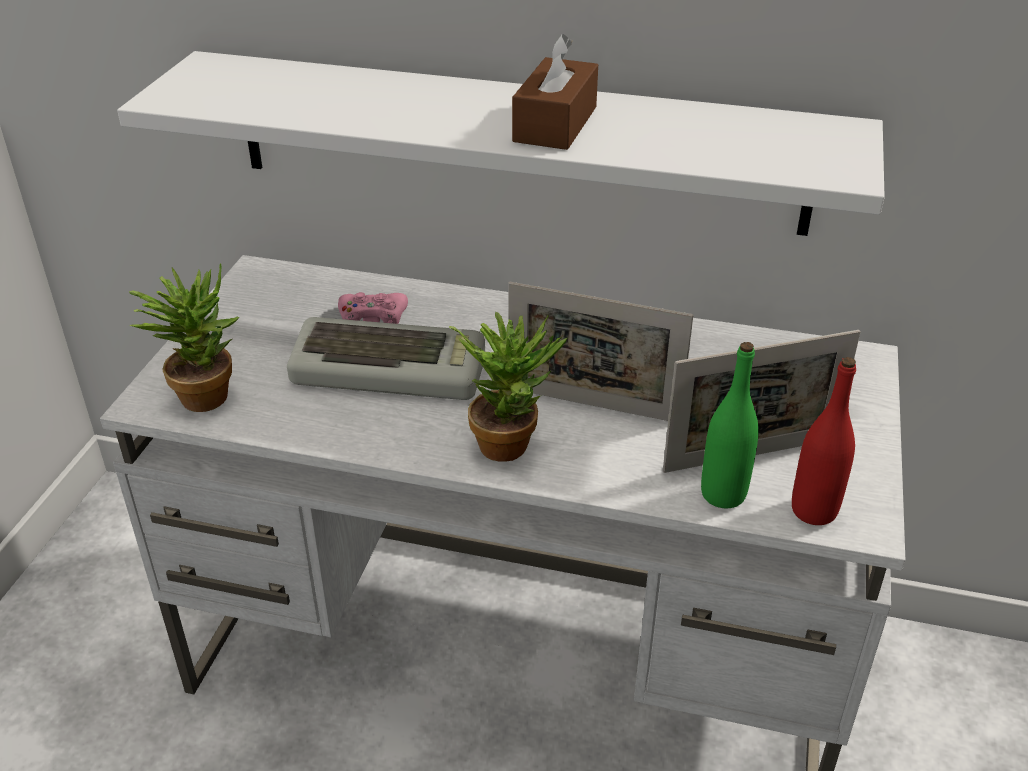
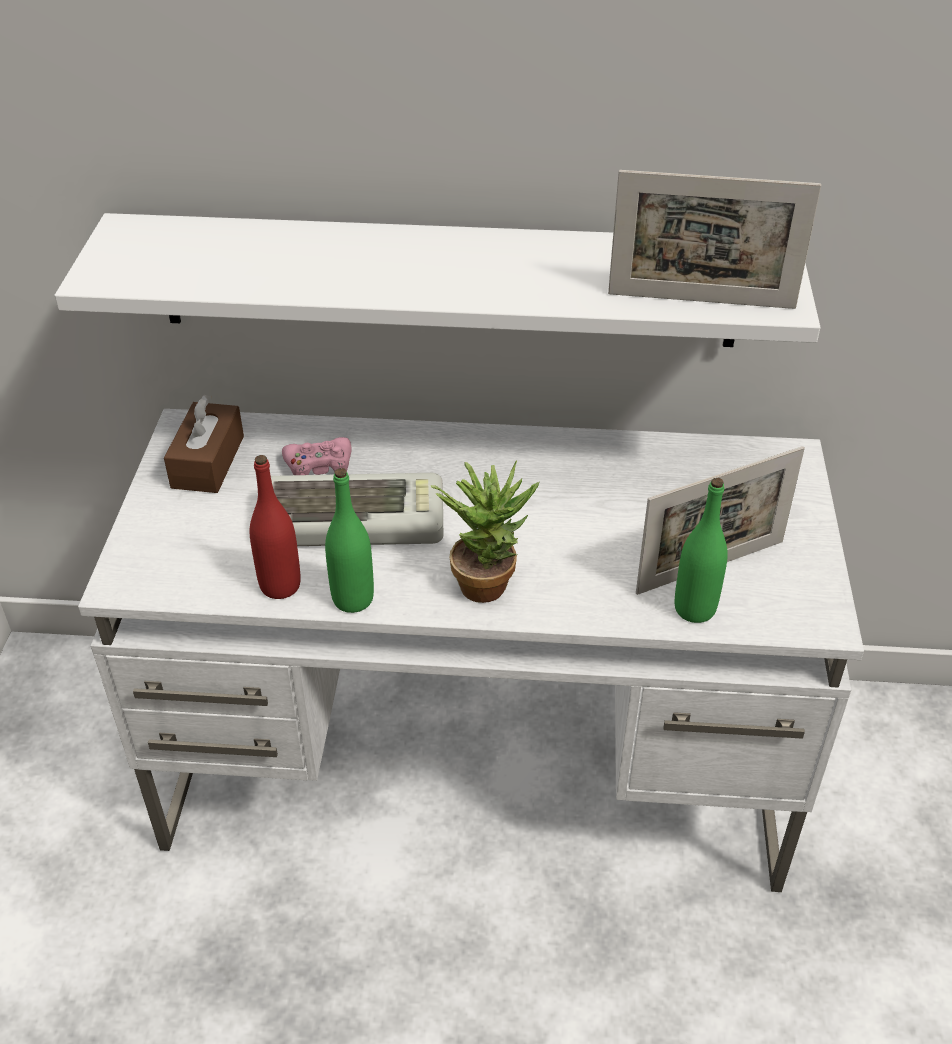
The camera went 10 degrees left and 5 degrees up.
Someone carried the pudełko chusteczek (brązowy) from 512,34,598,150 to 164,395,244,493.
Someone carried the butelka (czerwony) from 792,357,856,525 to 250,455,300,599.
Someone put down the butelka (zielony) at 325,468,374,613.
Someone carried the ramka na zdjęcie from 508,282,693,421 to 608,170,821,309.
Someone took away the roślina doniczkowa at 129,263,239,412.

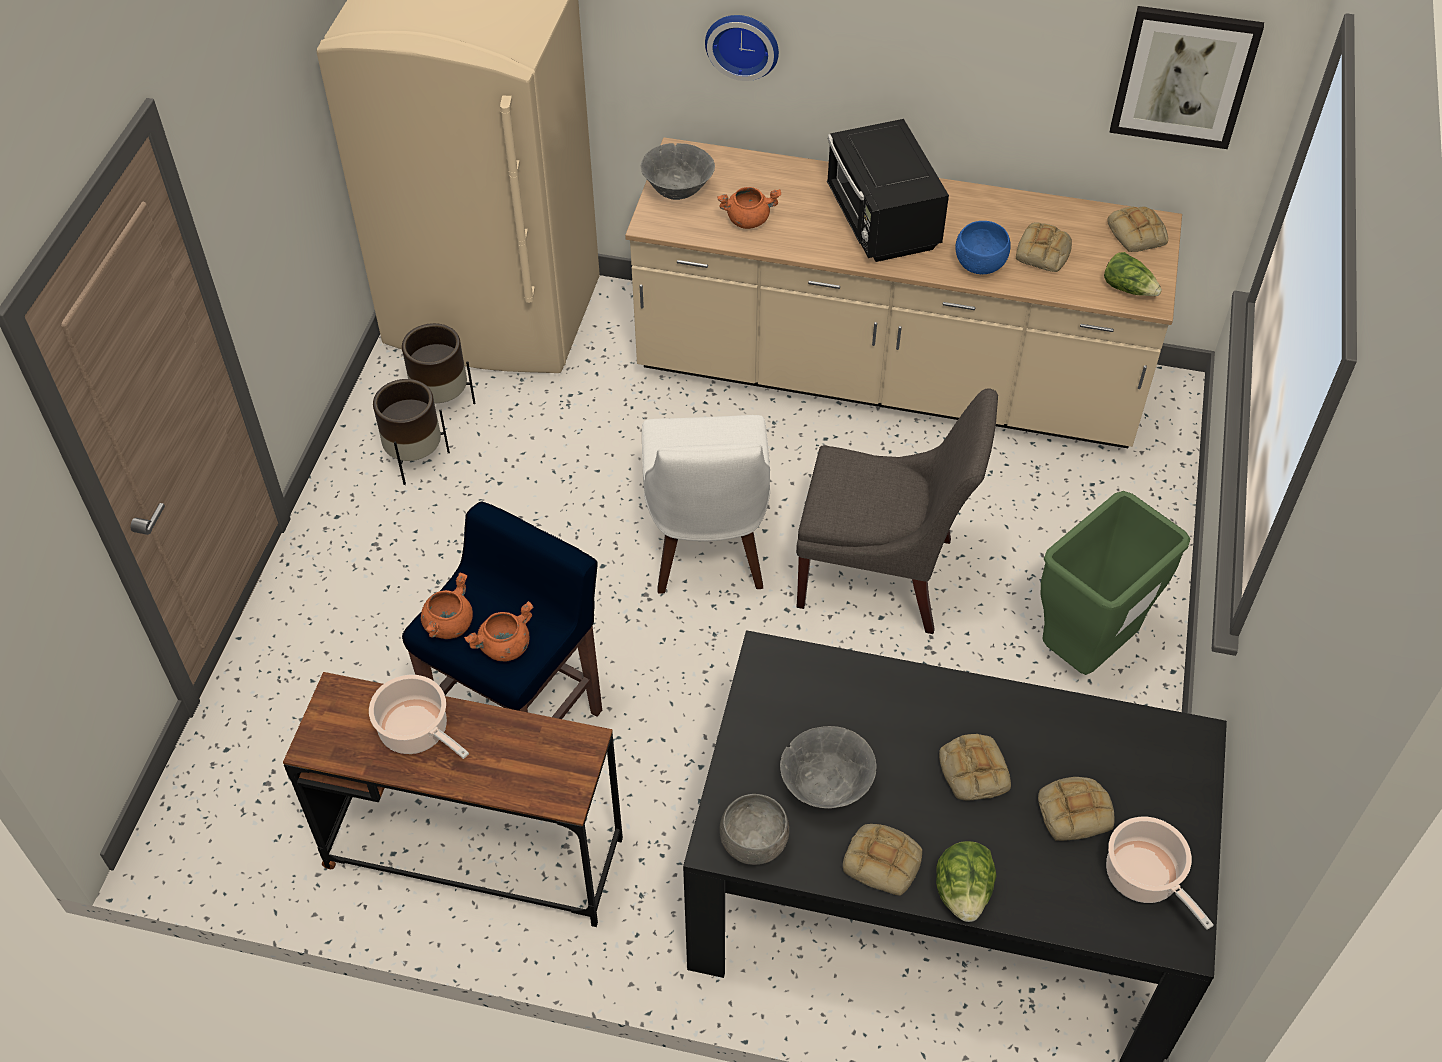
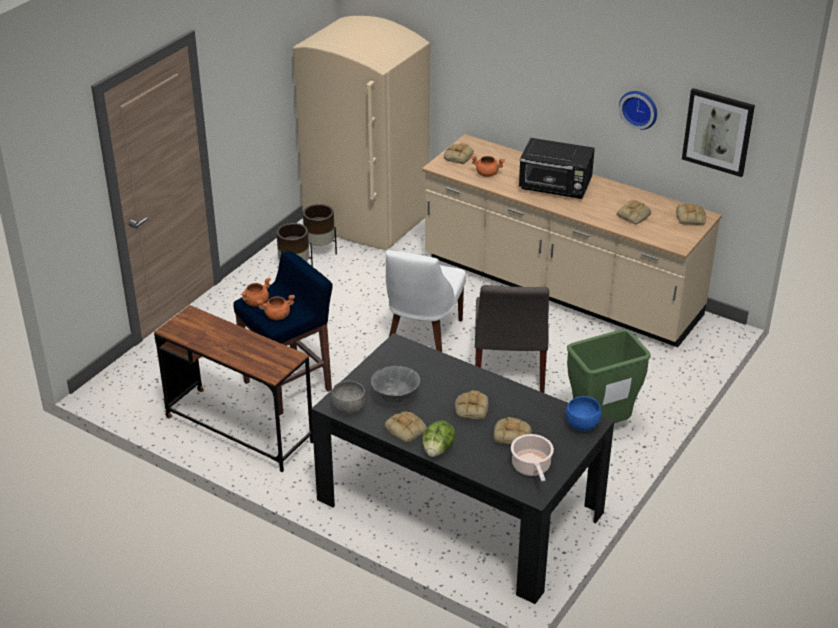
The camera went 20 degrees right and 15 degrees down.
Someone swapped the miska (szary) at 641,143,715,200 for the chleb at 444,143,474,164.
Someone rotated the krzesło (szary) at 796,388,998,634 by 60 degrees clockwise.
Someone rotated the mikrofalówka (czarny) at 827,119,949,262 by 75 degrees counterclockwise.
Someone carried the miska (niebieski) from 955,221,1011,274 to 566,396,602,431.
Someone carried the zegar ścienny from 705,15,779,81 to 619,91,657,130.
Someone took away the garnek at 369,675,469,759.
Someone took away the sałata at 1104,252,1162,296.

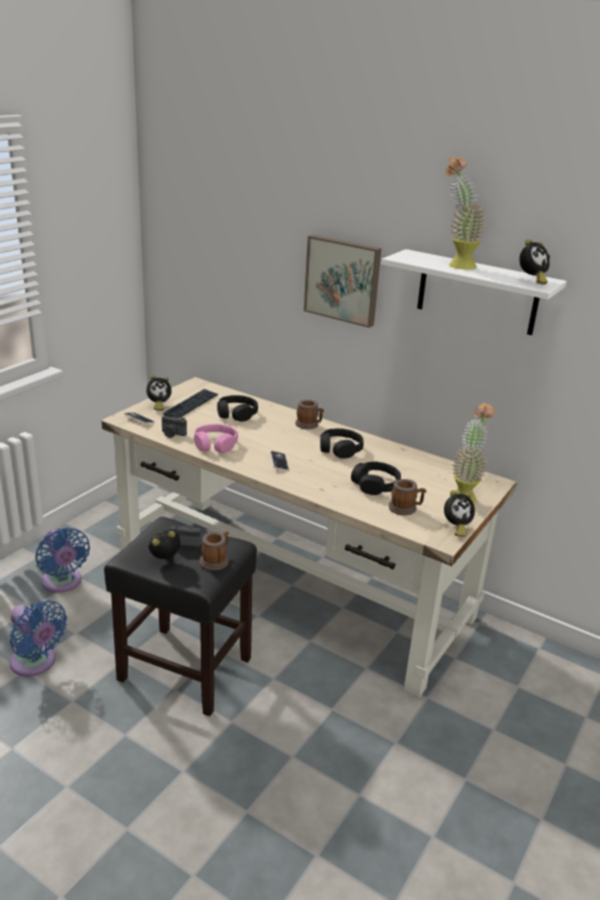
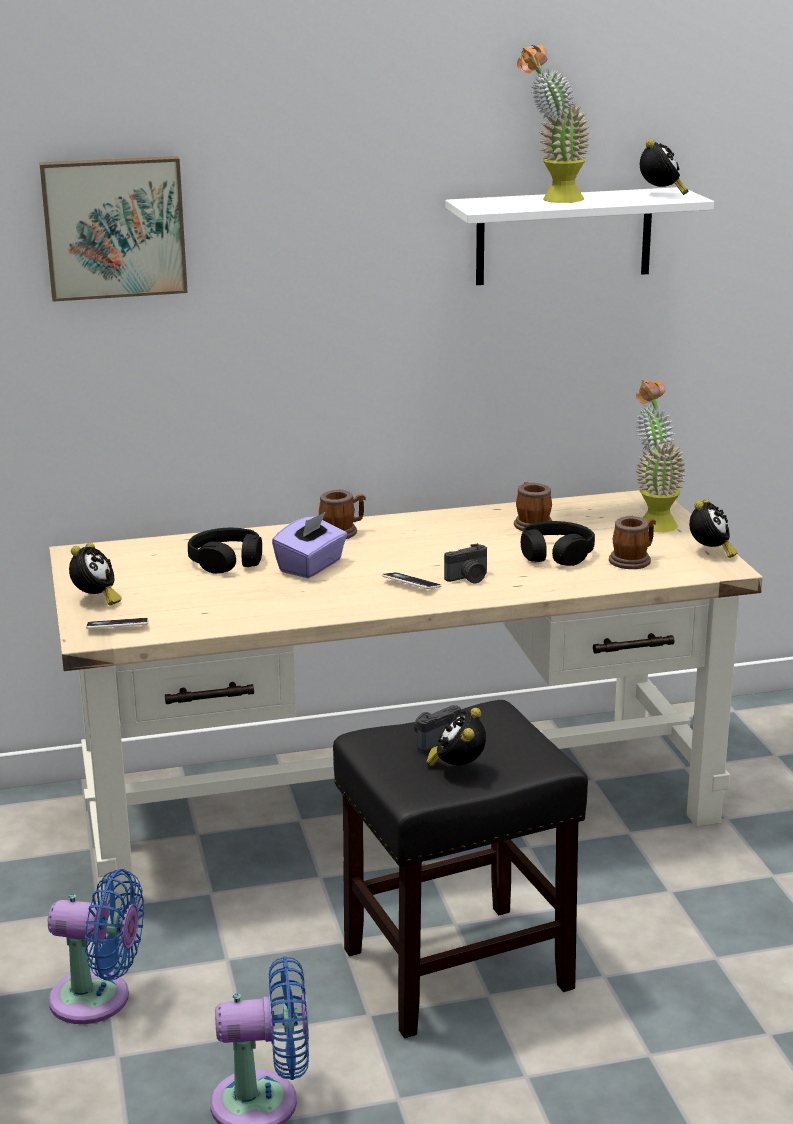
The camera went 45 degrees left and 5 degrees down.
Someone carried the obraz from 304,235,382,328 to 39,156,188,302.
Someone put down the pudełko chusteczek (fioletowy) at 272,512,347,578.
Someone carried the aparat fotograficzny from 162,416,187,438 to 444,543,487,584.
Someone carried the kubek from 199,531,229,571 to 514,482,552,531.
Someone took away the klawiatura at 163,389,218,418.
Someone took away the słuchawki (różowy) at 194,424,238,453.
Someone took away the słuchawki (czarny) at 320,428,364,459.

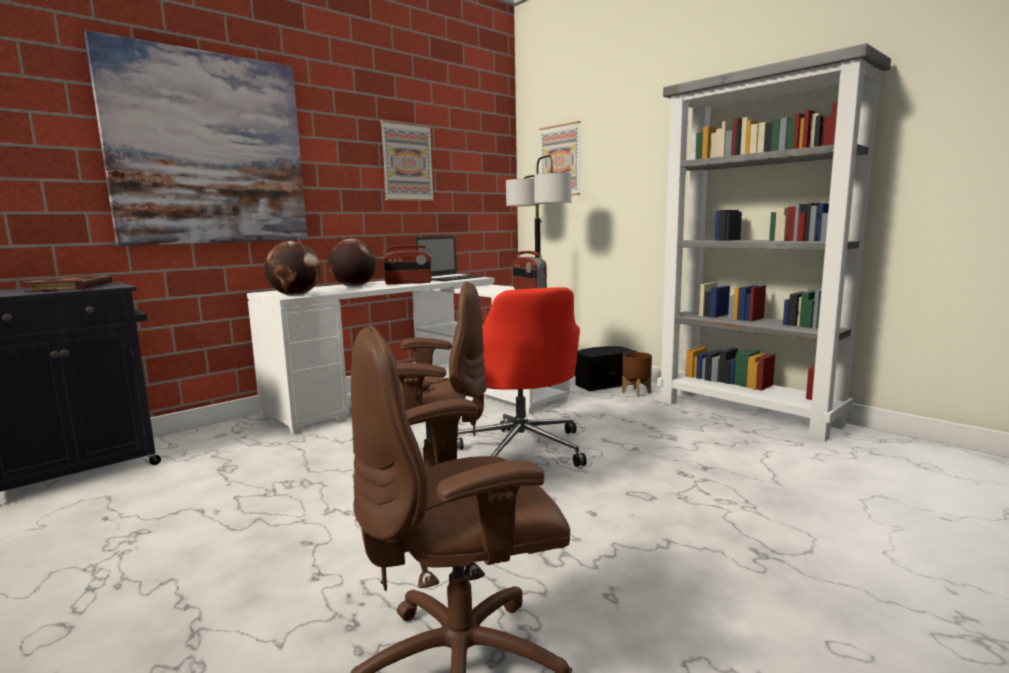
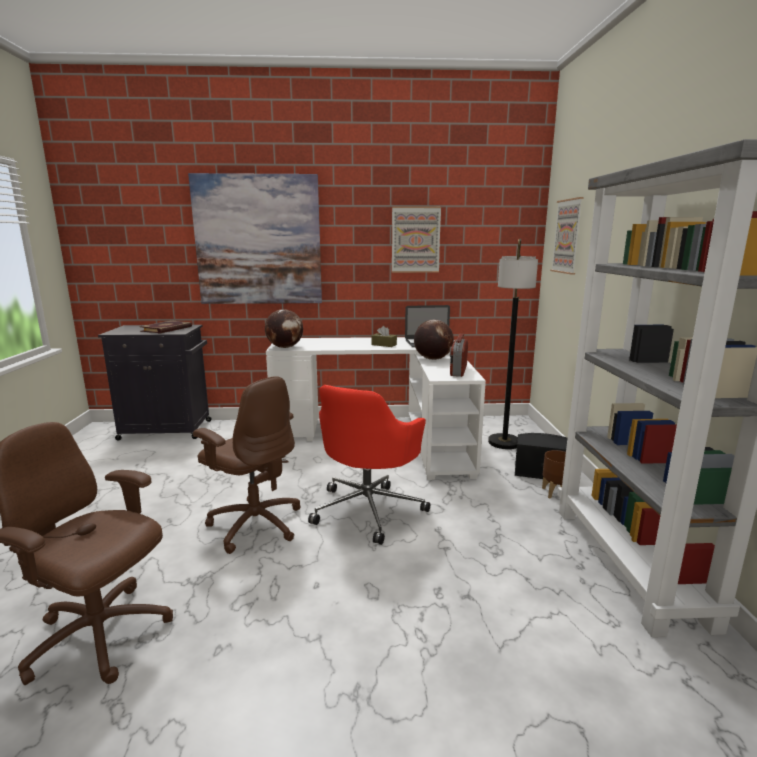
The camera went 40 degrees right and 5 degrees up.
Someone swapped the radio at 382,245,432,284 for the pudełko chusteczek (brązowy) at 371,326,397,347.
Someone carried the globus from 328,239,377,287 to 414,320,454,360.

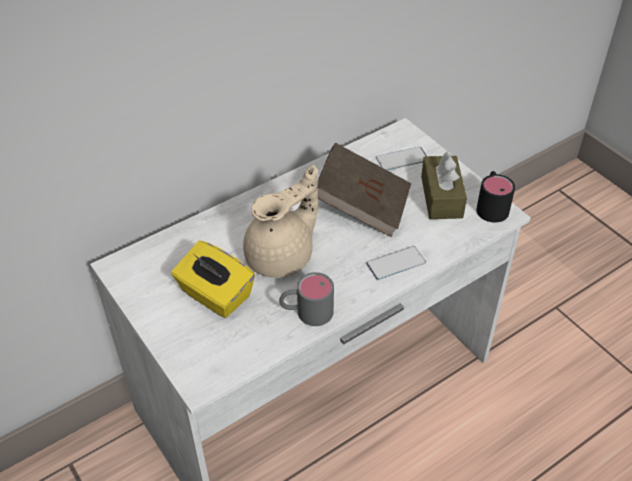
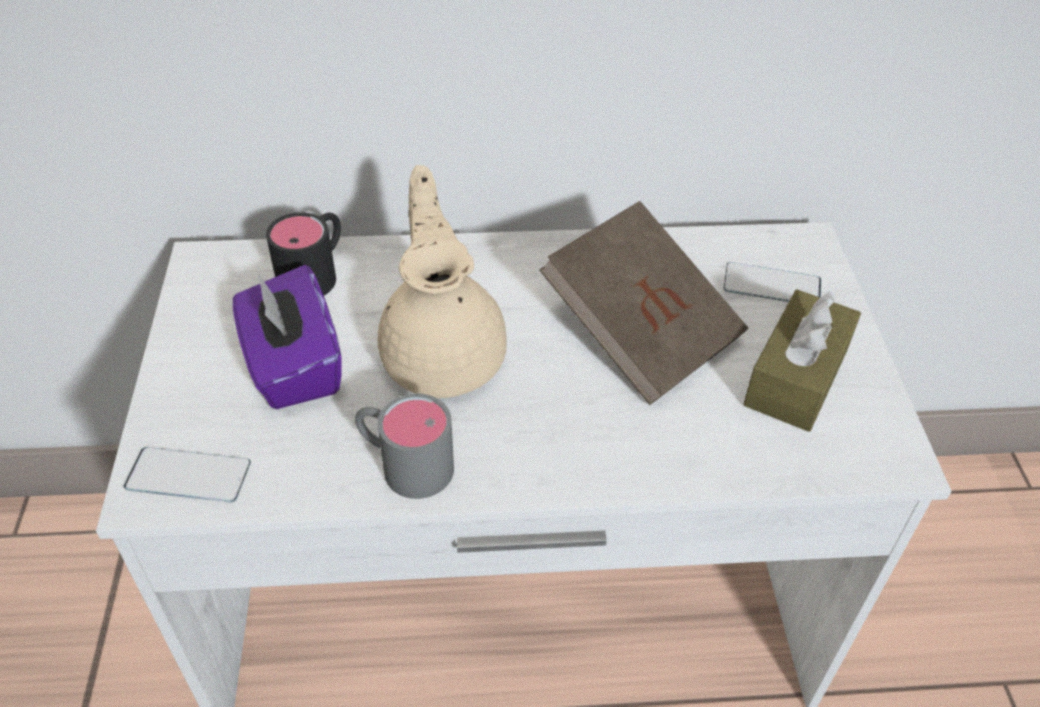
The camera went 30 degrees right and 0 degrees up.
Someone carried the telefon from 366,246,426,280 to 123,447,251,503.
Someone repainted the pudełko chusteczek (żółty) at 171,241,255,318, which became the pudełko chusteczek (fioletowy) at 233,265,342,409.
Someone carried the kubek (czarny) from 476,171,515,222 to 266,212,341,295.
Someone rotated the imbryk (beżowy) at 243,165,318,278 by 90 degrees counterclockwise.

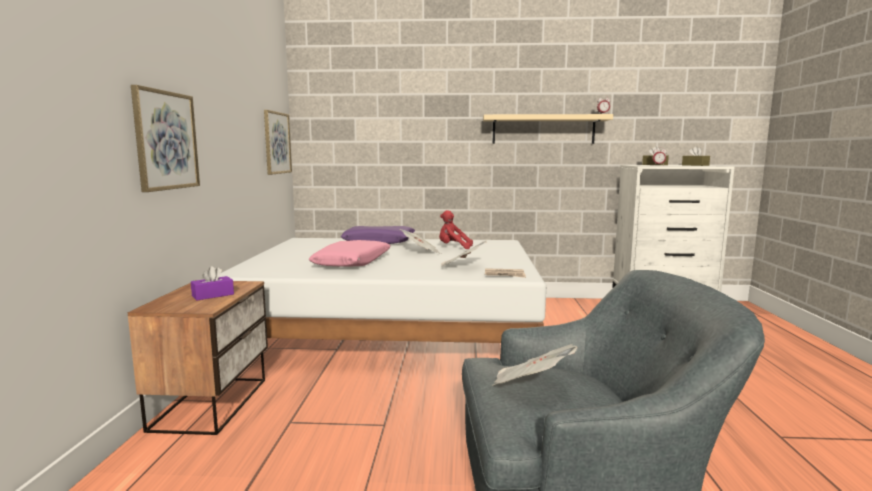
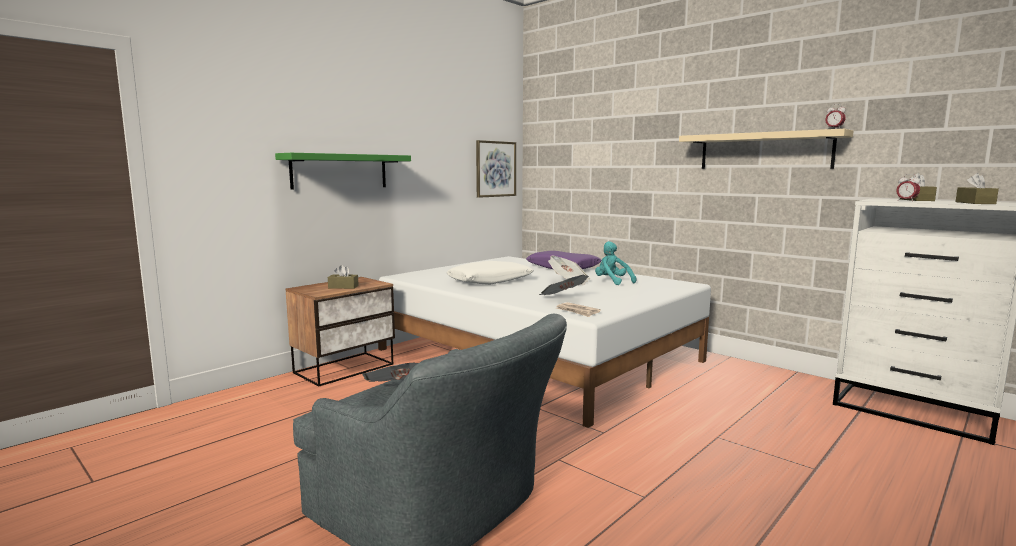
The camera went 40 degrees right and 0 degrees up.
Someone swapped the obraz at 131,85,200,192 for the półka (zielony) at 275,153,411,190.
Someone repainted the pudełko chusteczek (fioletowy) at 191,266,234,300, which became the pudełko chusteczek (brązowy) at 328,265,359,289.
Someone repainted the poduszka (różowy) at 309,240,391,267, which became the poduszka (biały) at 446,261,534,285.
Someone repainted the pluszak (czerwony) at 439,210,473,249, which became the pluszak (turkusowy) at 595,241,637,285.

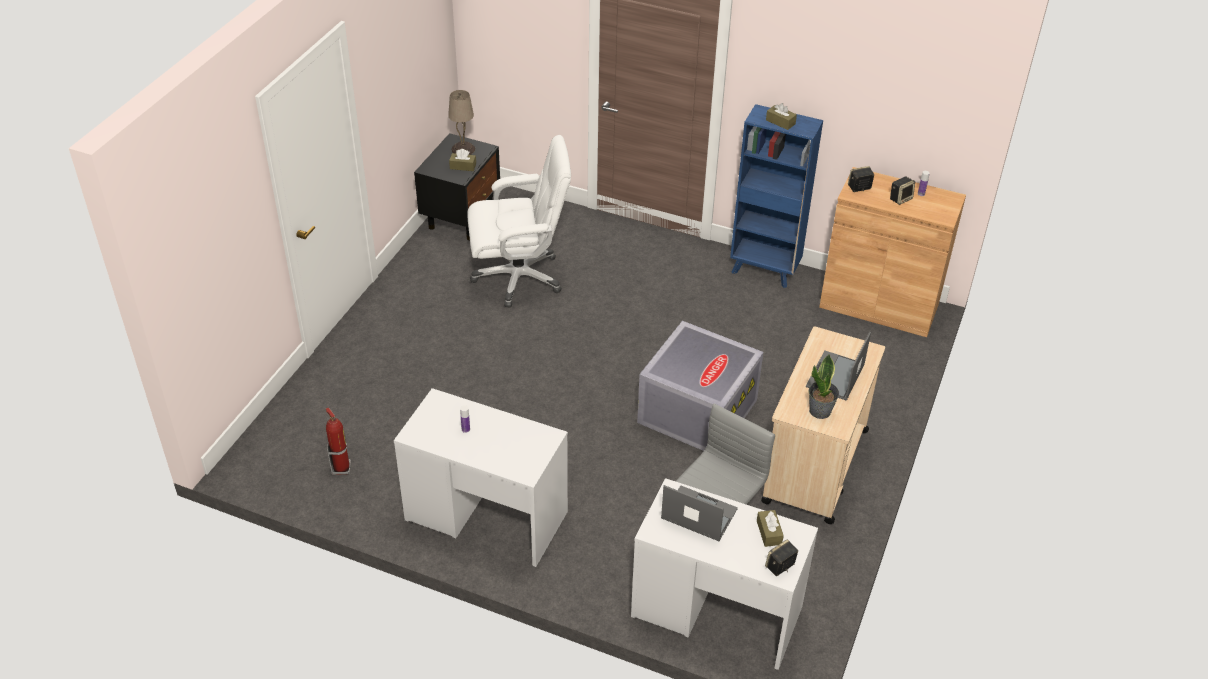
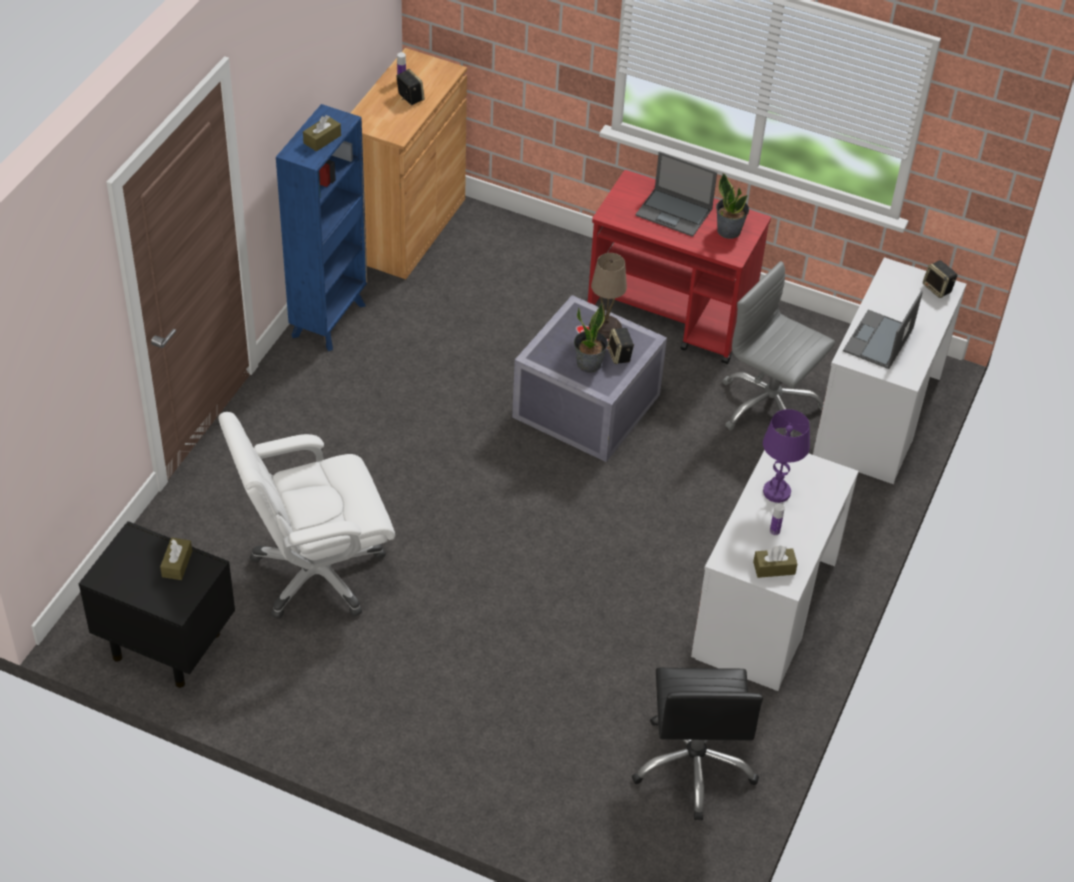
The camera went 90 degrees left and 5 degrees up.
Someone rotated the krzesło biurowe (biały) at 467,135,571,308 by 105 degrees counterclockwise.
Someone put down the roślina doniczkowa at 574,303,608,373.
Someone repainted the wózek (beżowy) at 761,326,885,524, which became the wózek (czerwony) at 588,170,771,364.
Someone carried the lampa stołowa (beżowy) from 448,90,475,155 to 589,253,627,339.
Someone carried the głośnik from 848,166,874,192 to 607,328,634,364.
Someone swapped the gaśnica at 326,407,351,475 for the krzesło biurowe (czarny) at 632,668,763,820.
Someone carried the pudełko chusteczek (brązowy) from 757,510,784,547 to 753,546,797,578.
Someone put down the lampa stołowa (fioletowy) at 763,409,810,503.

